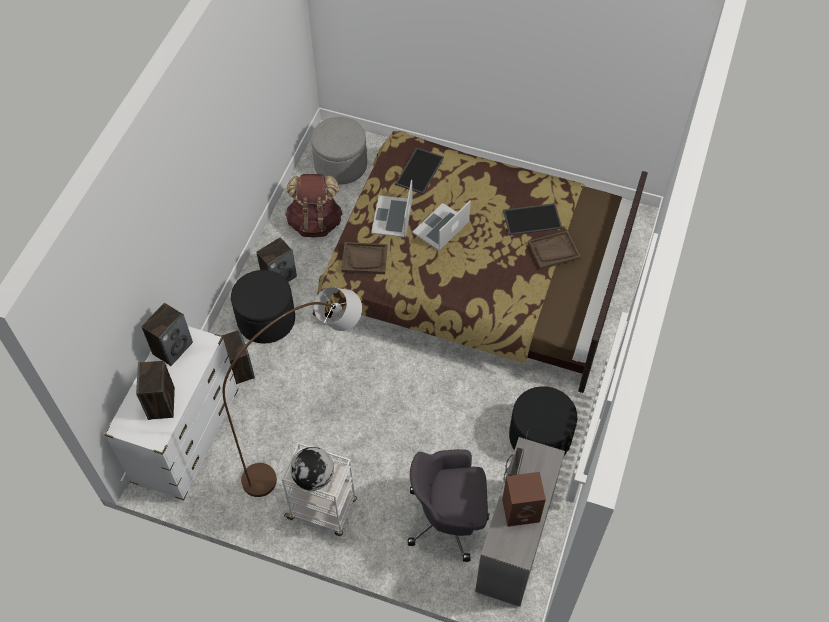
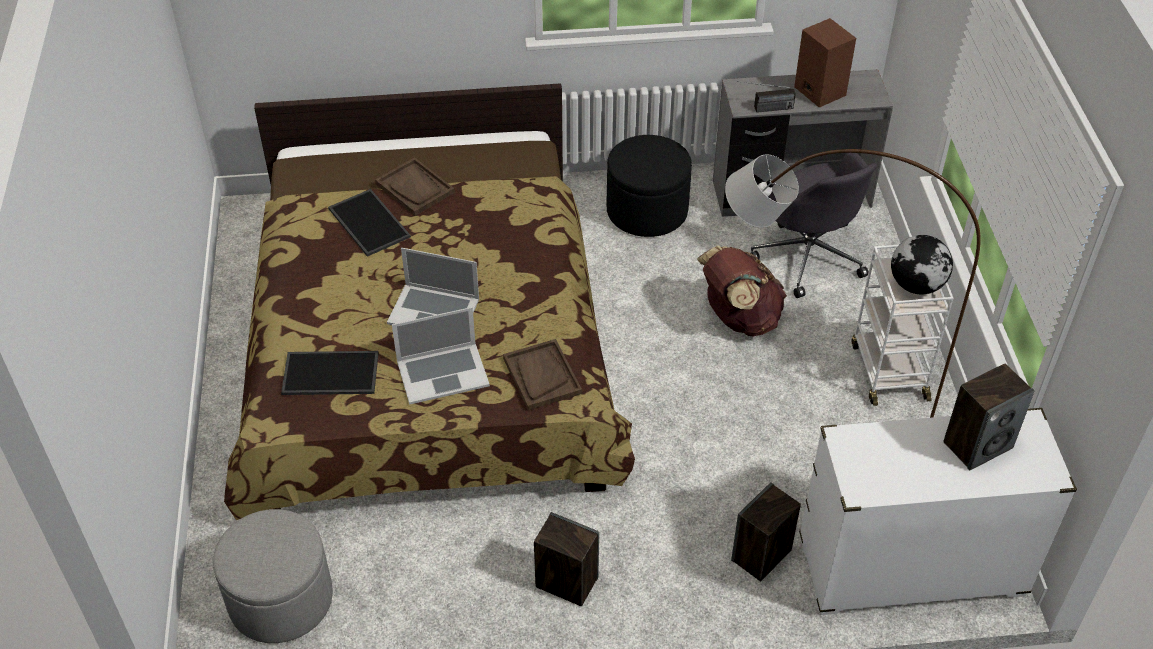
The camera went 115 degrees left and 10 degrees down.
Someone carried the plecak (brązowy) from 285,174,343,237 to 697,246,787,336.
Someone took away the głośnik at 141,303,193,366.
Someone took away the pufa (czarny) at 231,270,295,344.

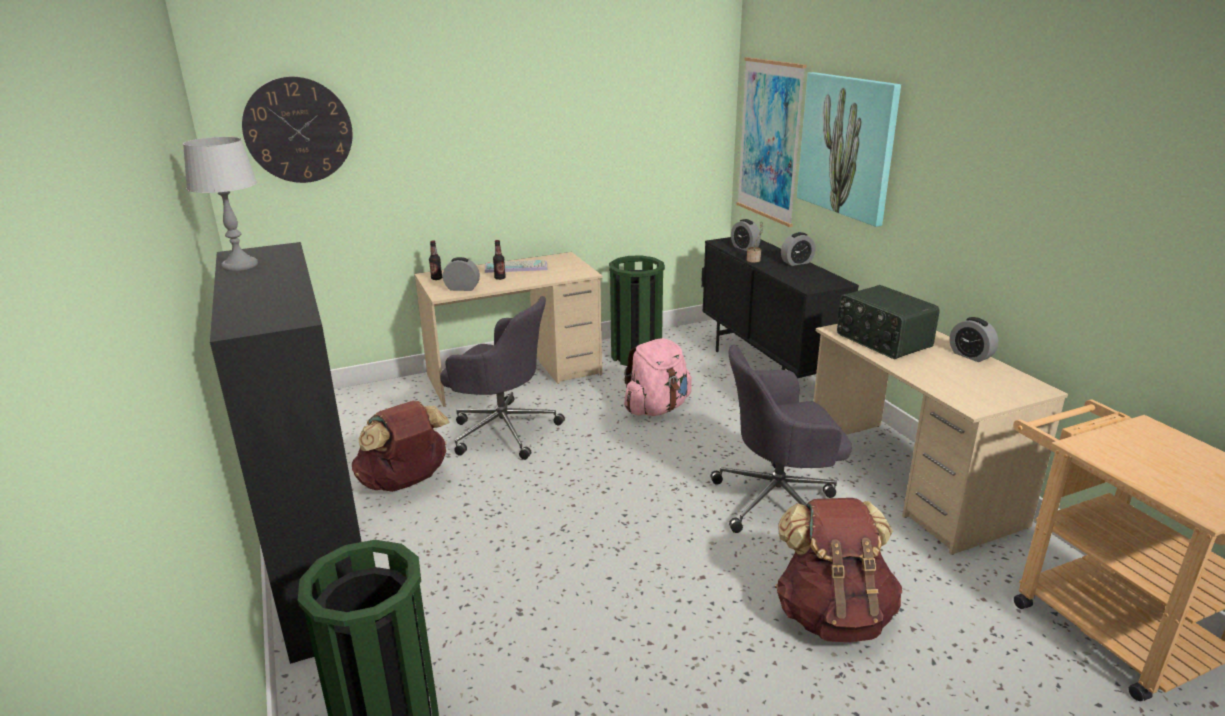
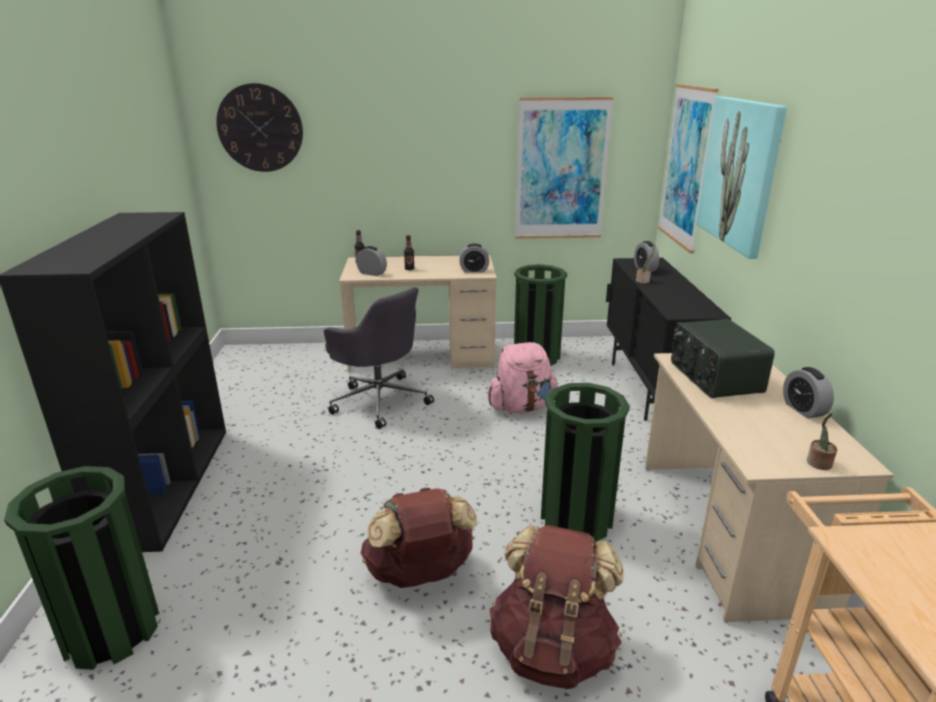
The camera went 20 degrees right and 0 degrees up.
Someone carried the plecak (brązowy) from 352,401,450,492 to 361,487,478,588.
Someone carried the budzik from 781,232,816,266 to 459,244,489,273.
Someone put up the obraz at 515,97,613,239.
Someone swapped the krzesło biurowe (szary) at 711,345,852,533 for the kosz na śmieci (zielony) at 541,383,630,542.
Someone put down the roślina doniczkowa at 807,413,837,470.
Someone took away the lampa stołowa (szary) at 183,137,258,271.
Someone took away the klawiatura at 485,260,547,273.

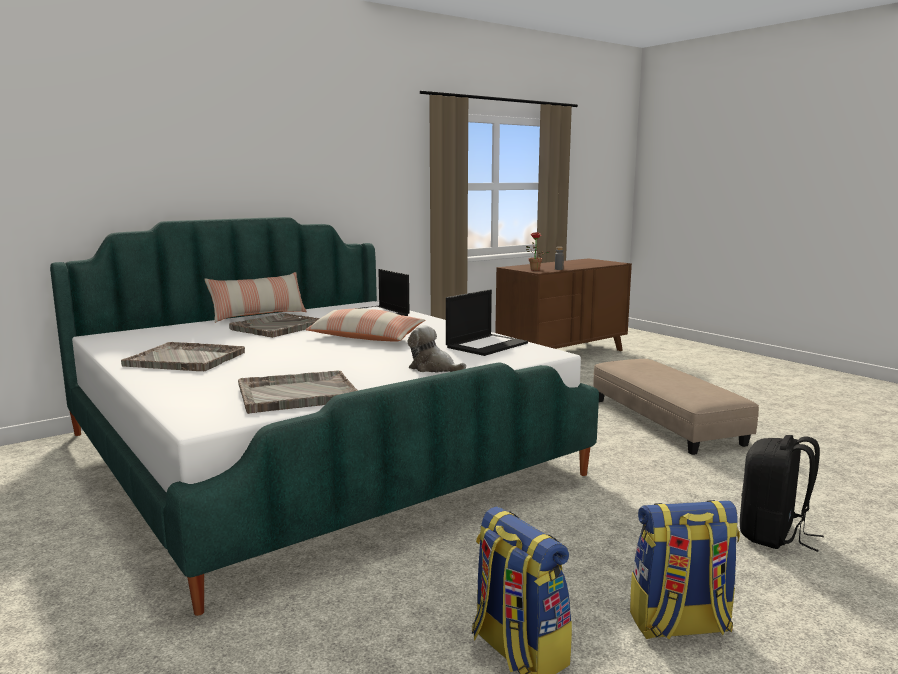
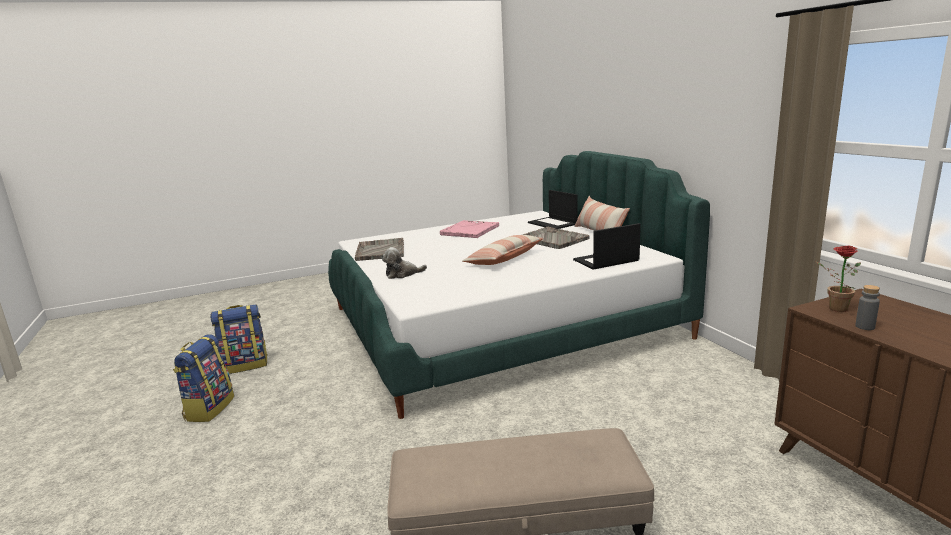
The camera went 105 degrees right and 5 degrees up.
Someone rotated the pluszak at 408,325,466,373 by 150 degrees counterclockwise.
Someone repainted the taca (szary) at 121,342,245,371, which became the taca (różowy) at 440,220,499,238.
Someone carried the laptop from 446,289,528,356 to 528,190,577,229.
Someone took away the plecak (czarny) at 740,435,824,552.

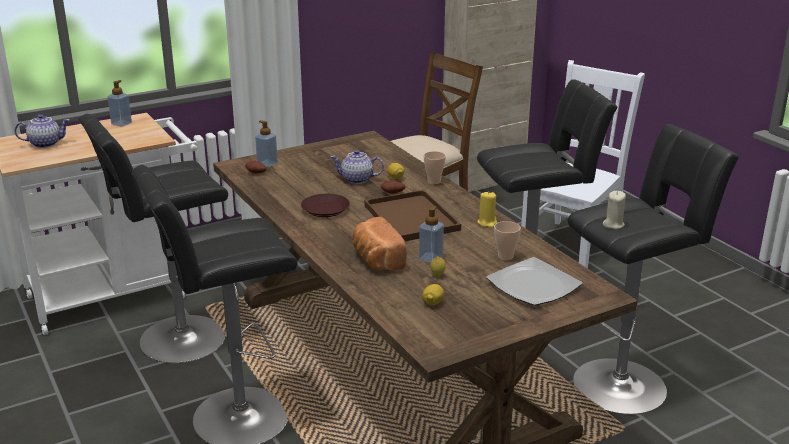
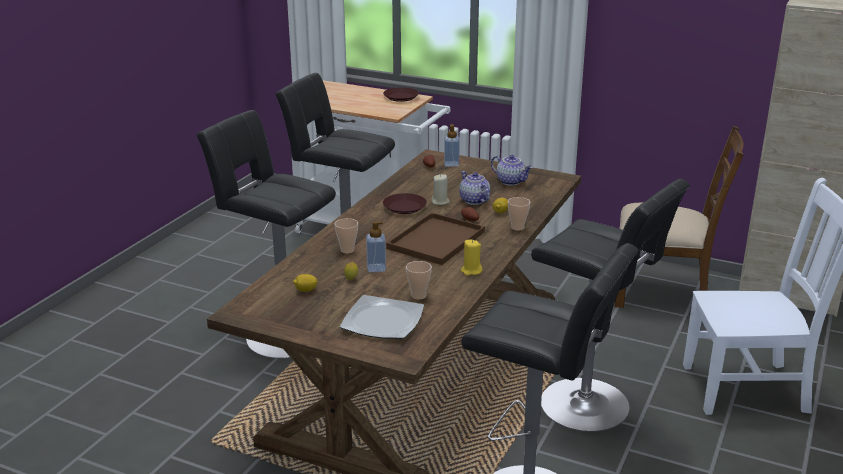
The camera went 55 degrees right and 0 degrees up.
Someone swapped the chleb at 353,217,407,270 for the filiżanka at 335,218,358,254.
Someone swapped the dozownik mydła at 107,80,132,127 for the talerz (brązowy) at 383,87,419,102.
Someone carried the świeca (beżowy) from 603,191,626,229 to 431,174,450,205.
Someone carried the imbryk from 14,114,69,148 to 491,155,533,186.

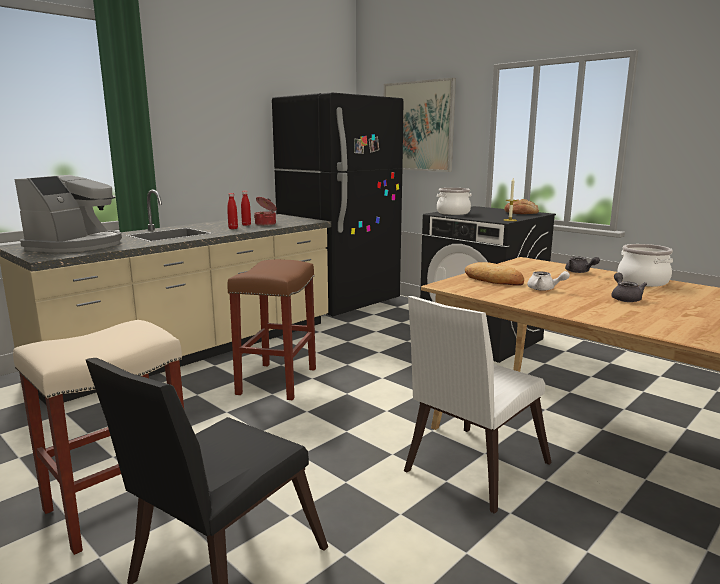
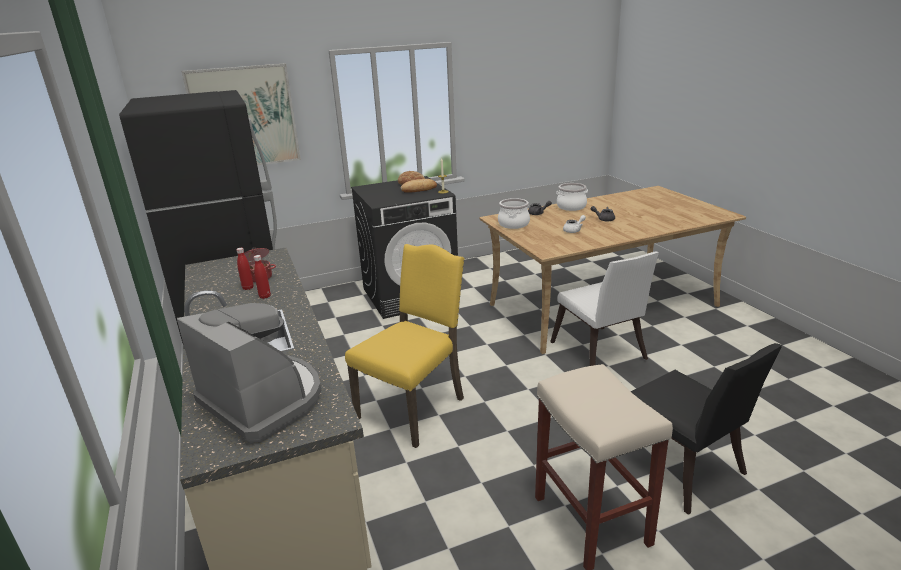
The camera went 65 degrees left and 10 degrees up.
Someone swapped the stołek (brązowy) at 227,259,316,400 for the krzesło (żółty) at 345,244,465,448.
Someone carried the chleb from 465,262,524,286 to 400,179,437,193.
Someone carried the garnek from 437,188,471,215 to 498,198,530,229.

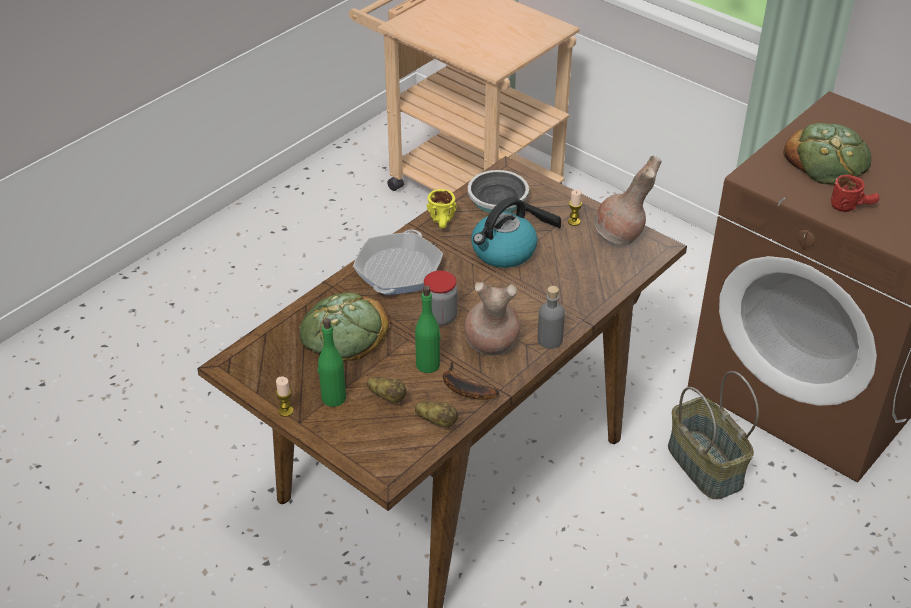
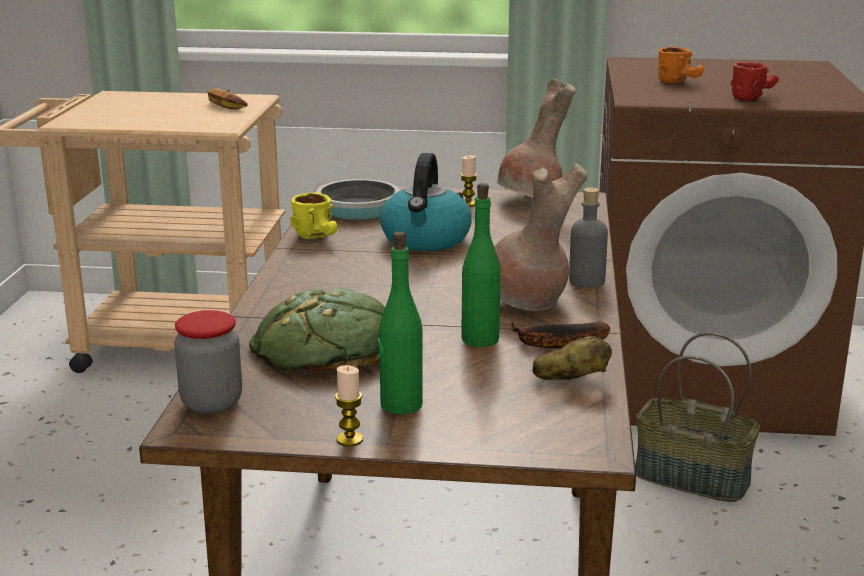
The camera went 35 degrees left and 20 degrees down.
Someone carried the słoik from 423,271,458,326 to 174,310,242,414.
Someone put down the banan at 207,88,248,110.
Someone swapped the chleb at 783,123,871,185 for the kubek (pomarańczowy) at 658,47,704,83.
Someone took away the patelnia at 353,229,443,295.
Someone took away the ziemniak at 367,376,407,404.

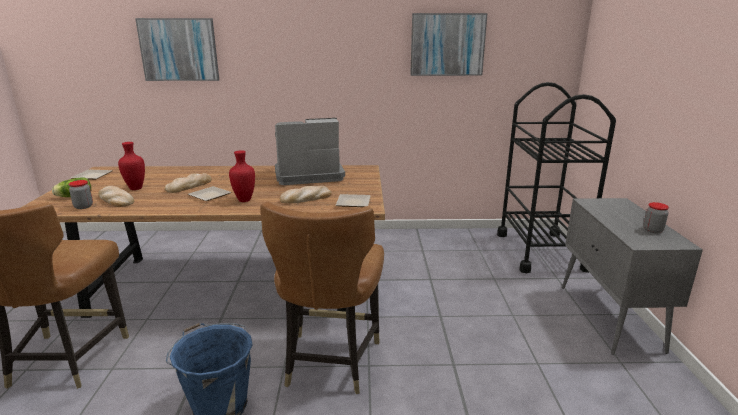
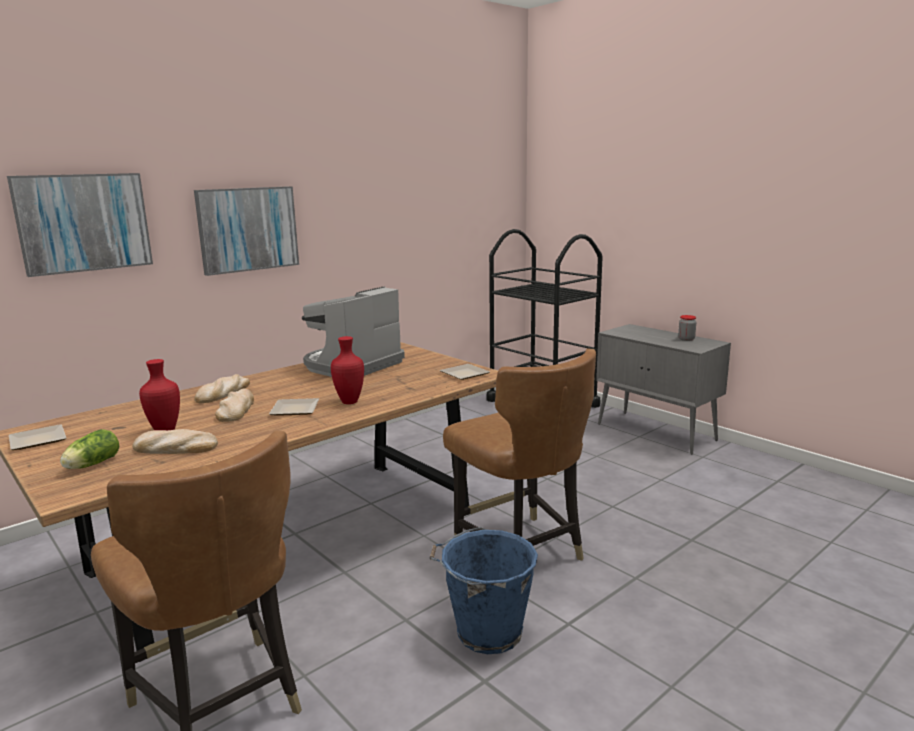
The camera went 40 degrees left and 5 degrees down.
Someone carried the obraz from 410,13,487,76 to 194,186,299,276.
Someone carried the chleb from 280,186,332,204 to 194,374,250,403.
Someone took away the słoik at 69,180,93,209.

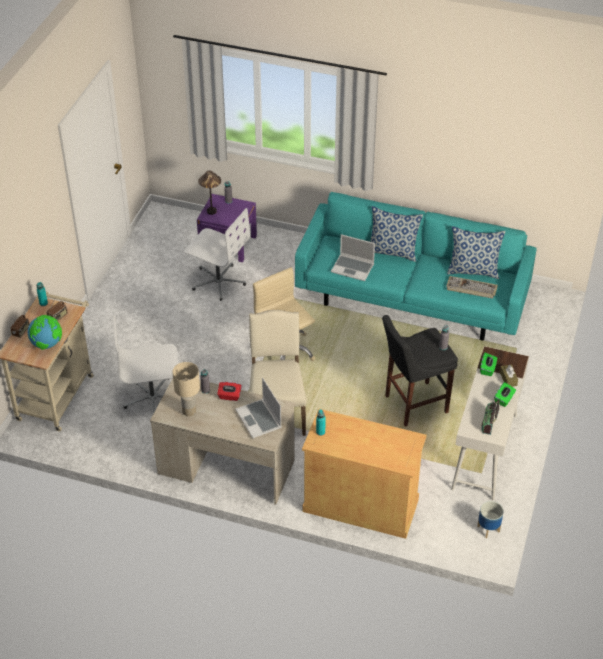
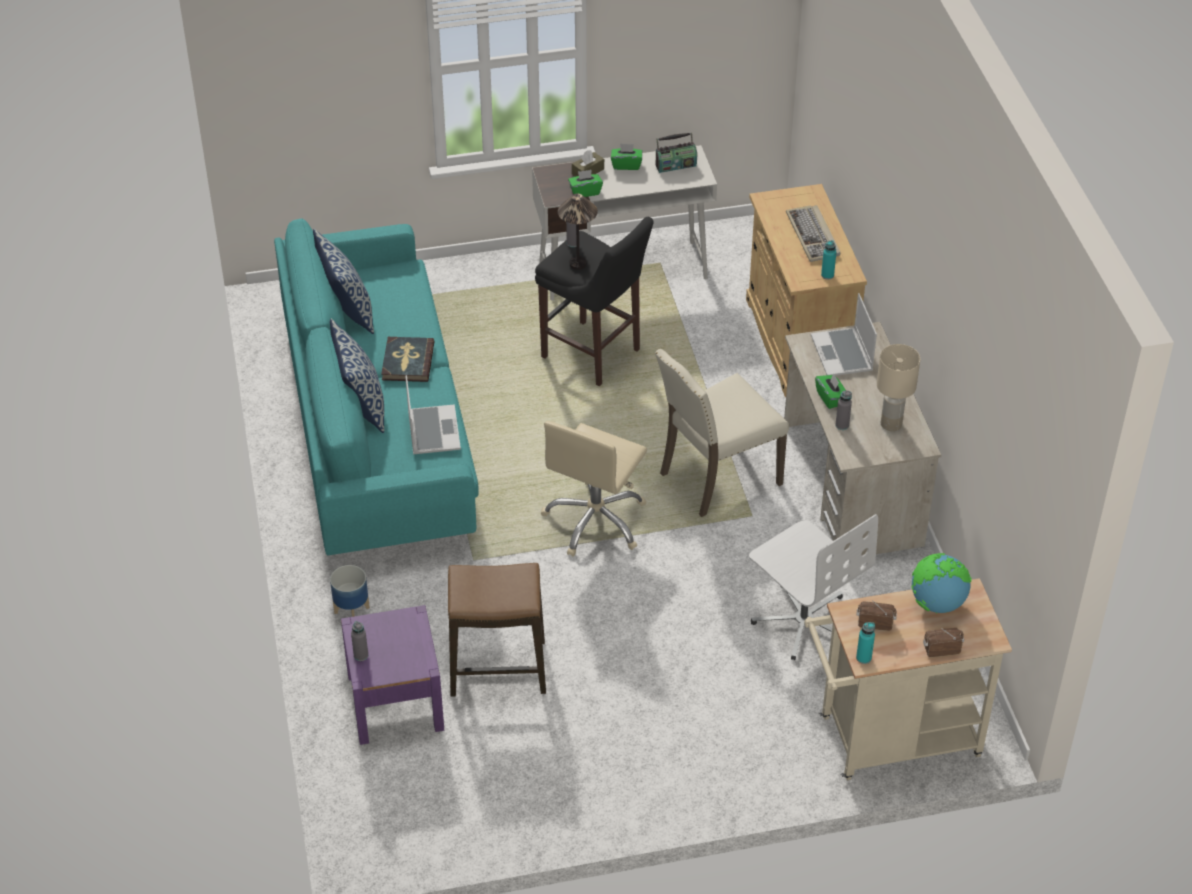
The camera went 120 degrees left and 0 degrees up.
Someone carried the donica from 477,501,504,538 to 330,565,370,617.
Someone put down the książka at 381,337,435,382.
Someone swapped the krzesło biurowe (biały) at 184,208,250,301 for the stołek at 448,563,546,697.
Someone carried the lampa stołowa from 198,170,221,215 to 558,194,598,270.
Someone carried the klawiatura from 446,276,498,299 to 786,205,840,262.
Someone rotated the laptop at 235,378,282,438 by 135 degrees clockwise.
Someone repainted the pudełko chusteczek (czerwony) at 217,382,242,401, which became the pudełko chusteczek (zielony) at 815,373,845,409.

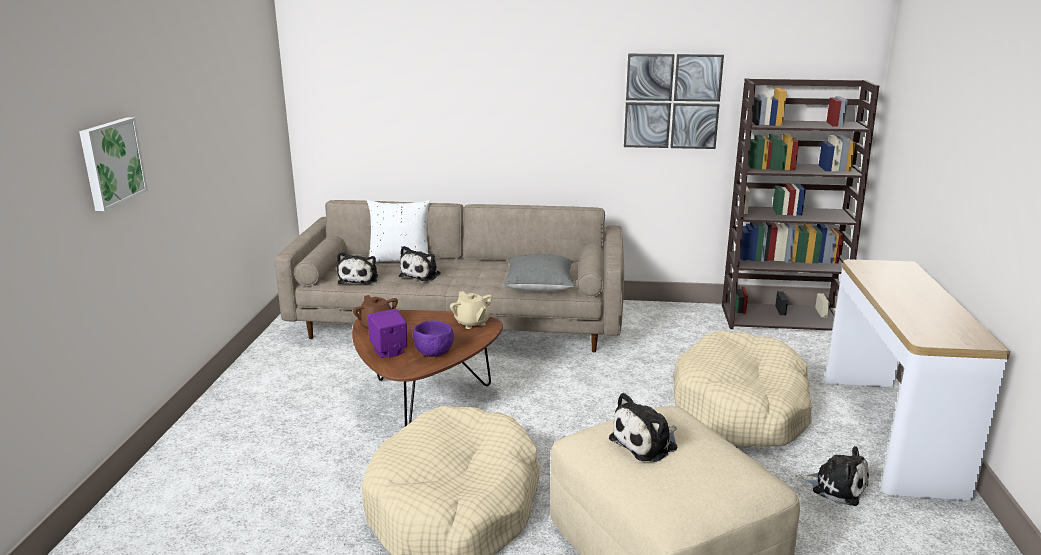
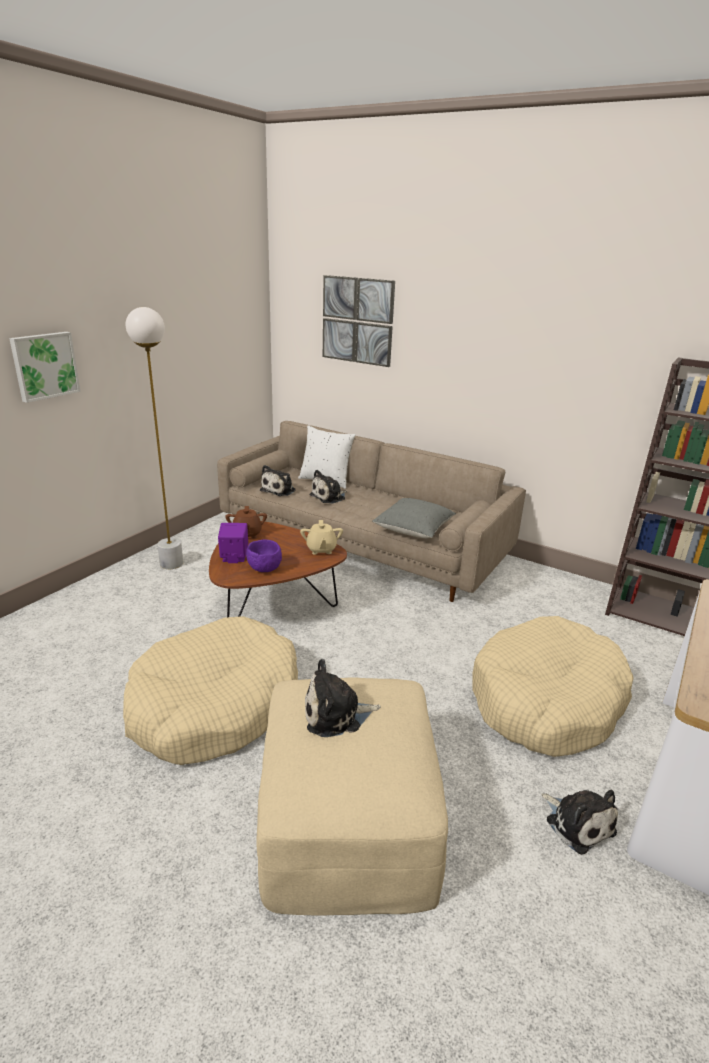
The camera went 25 degrees right and 5 degrees up.
Someone put down the lampa stojąca (biały) at 126,307,183,569.
Someone carried the obraz from 624,54,724,149 to 323,275,395,367.

